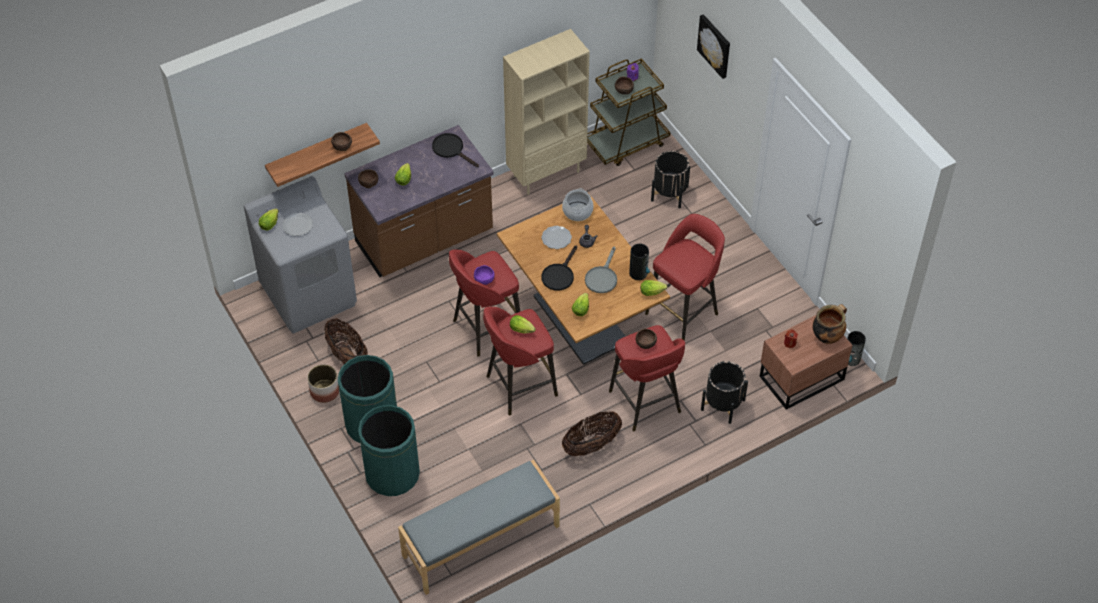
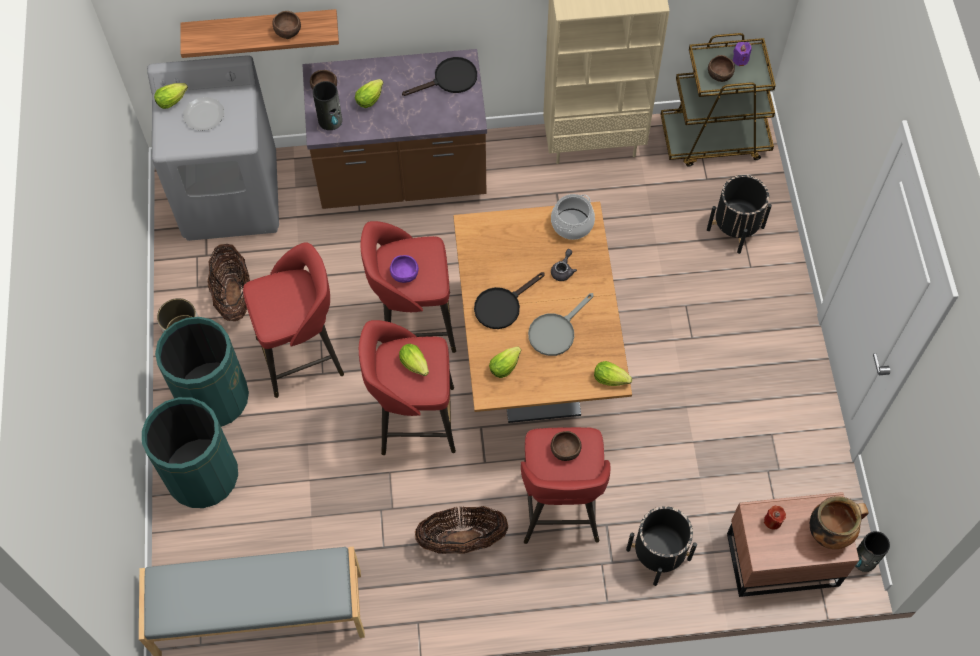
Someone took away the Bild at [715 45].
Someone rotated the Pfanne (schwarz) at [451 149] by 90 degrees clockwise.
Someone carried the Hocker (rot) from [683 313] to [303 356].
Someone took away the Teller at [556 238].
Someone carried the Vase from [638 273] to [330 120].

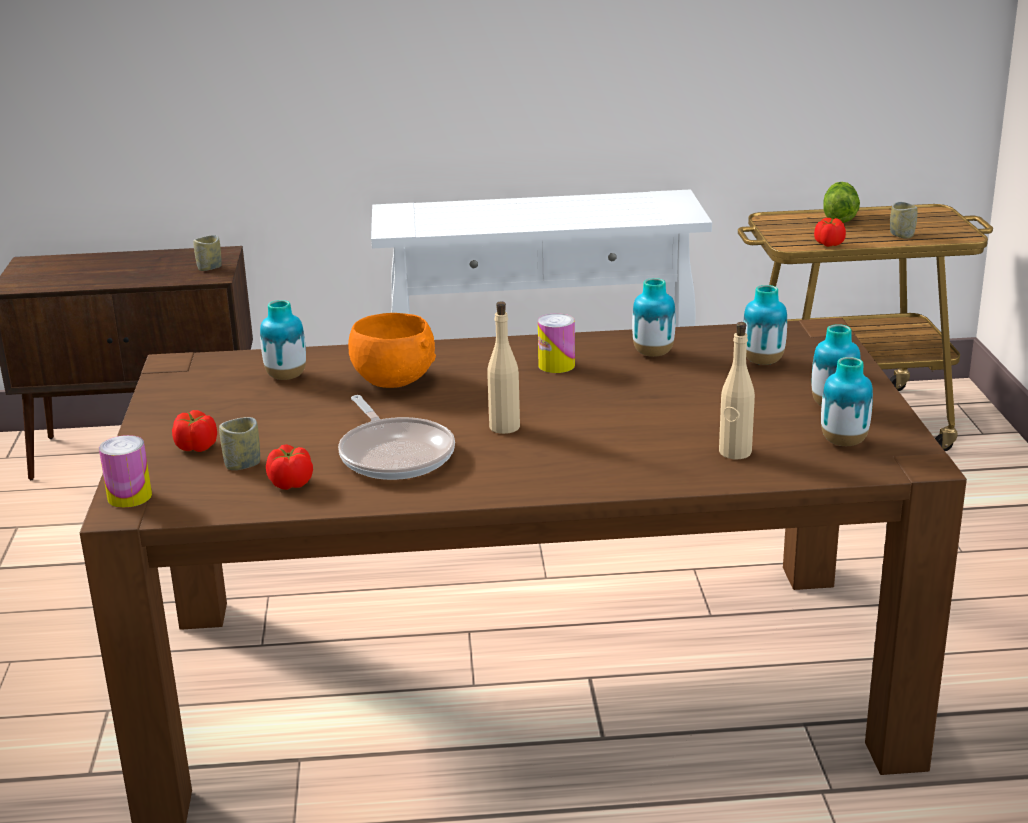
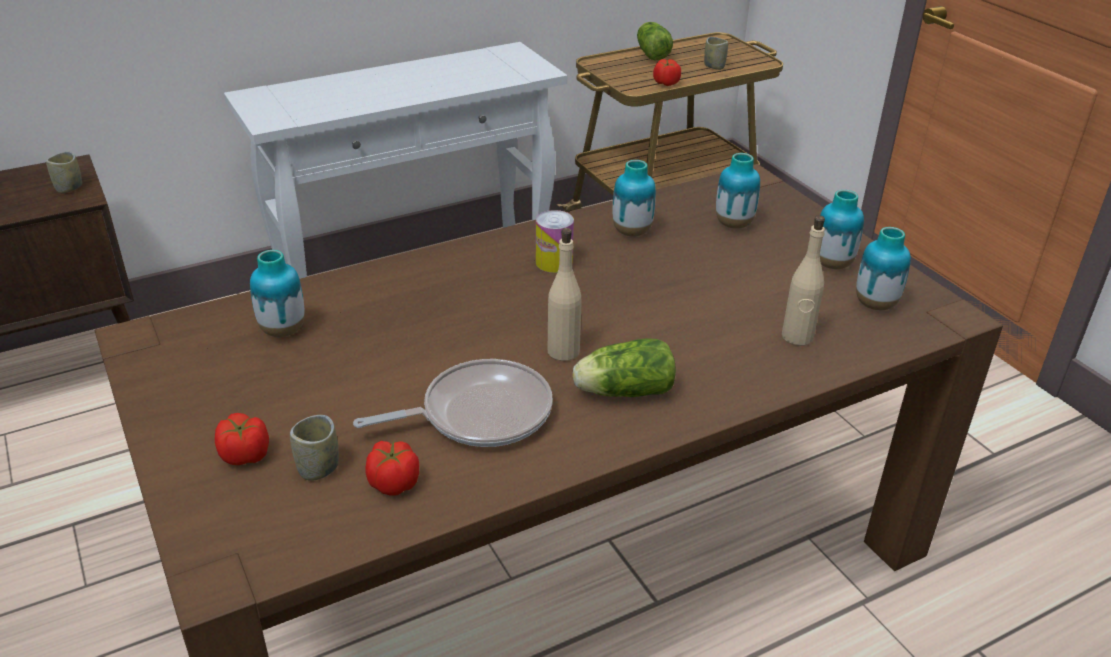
Someone took away the Schüssel (orange) at [392 381].
Someone rotated the Pfanne at [395 454] by 60 degrees counterclockwise.
Someone took away the Dose at [129 497].
Someone put down the Salatkopf at [621 391].

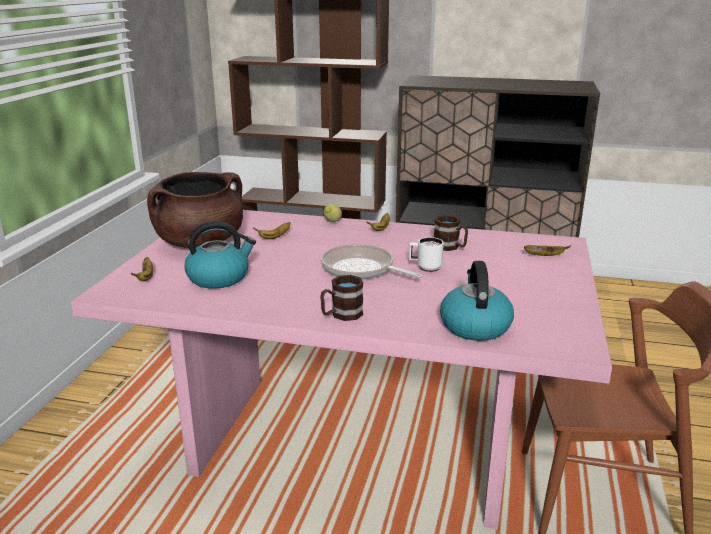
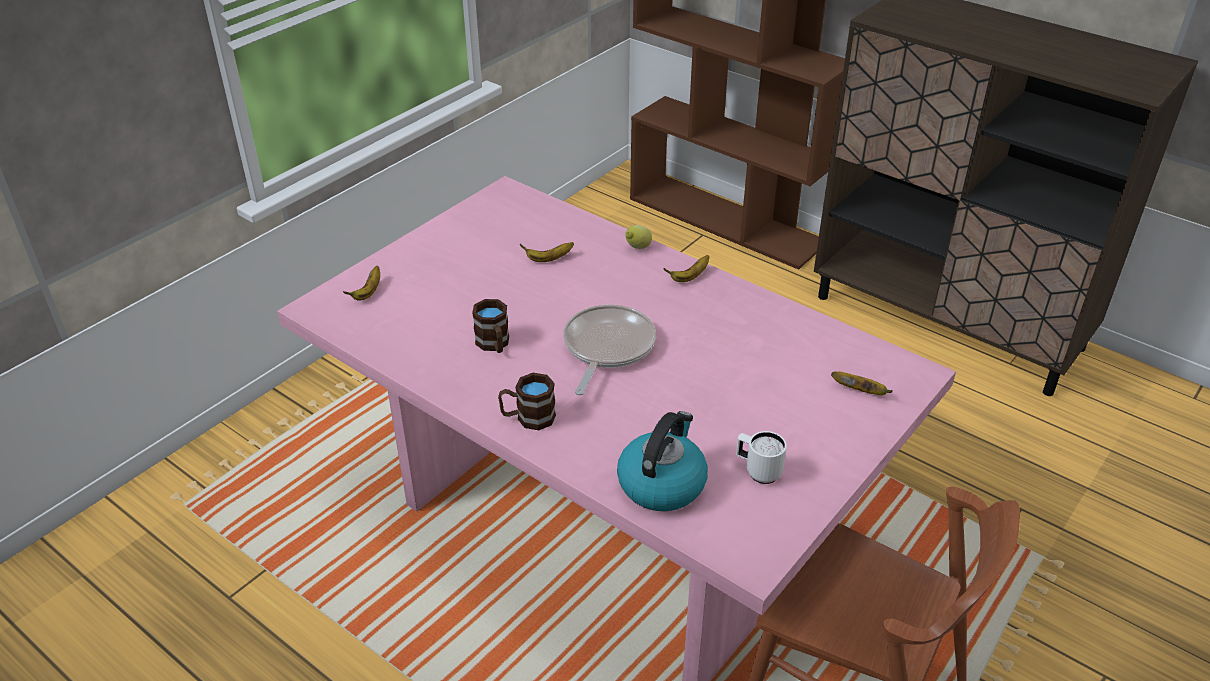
Someone took away the Kochtopf (braun) at [200 242].
Someone carried the Henkelbecher (braun) from [450 247] to [494 345].
Someone took away the Wasserkessel at [219 277].
Someone carried the Henkelbecher (weiß) from [425 268] to [758 471].
Someone rotated the Pfanne at [361 269] by 45 degrees clockwise.

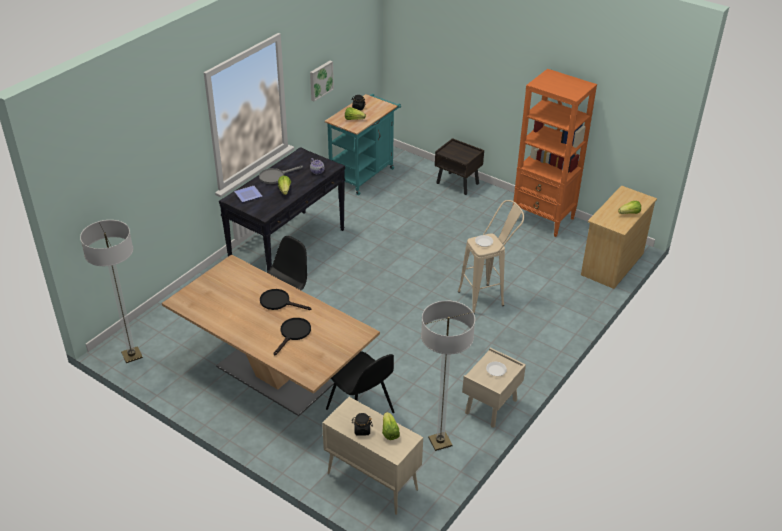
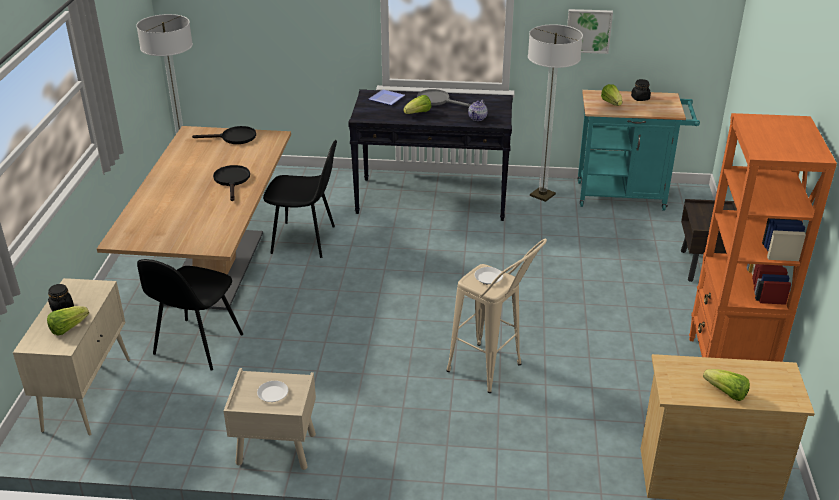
Someone carried the Stehlampe from [440 442] to [542 195].
Someone carried the Pfanne (schwarz) from [293 334] to [233 138].

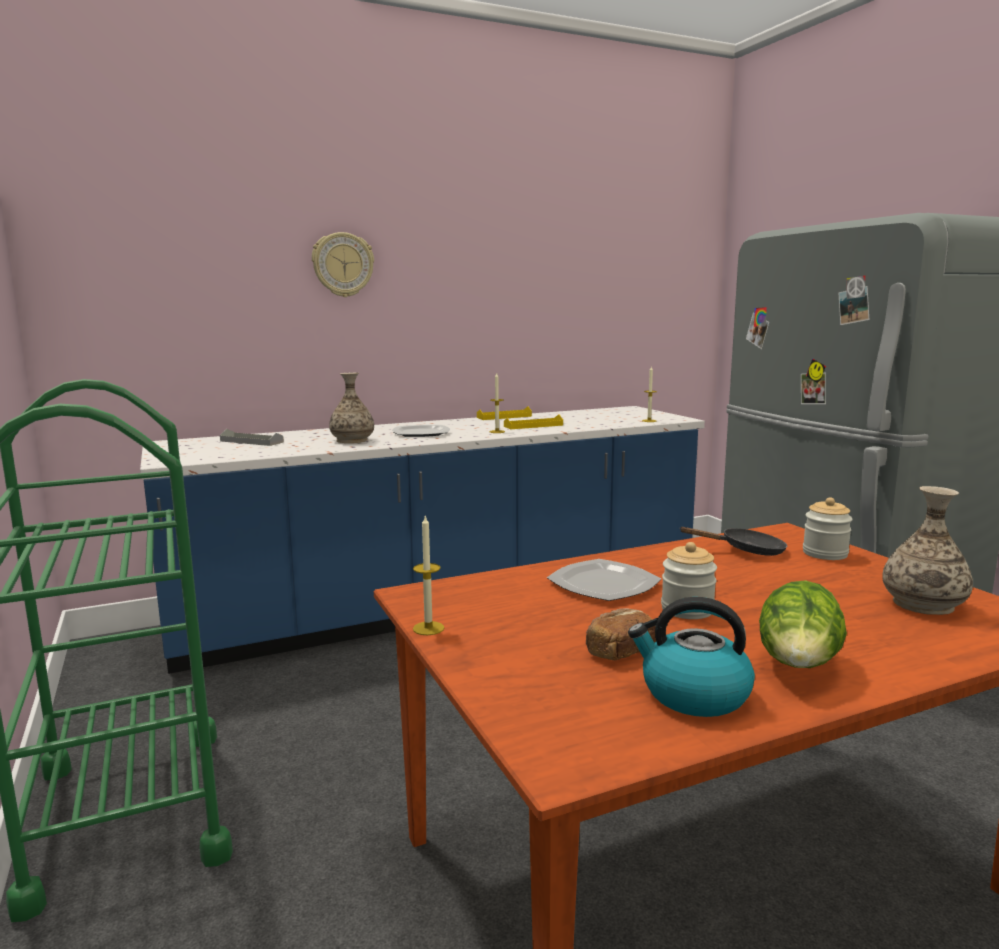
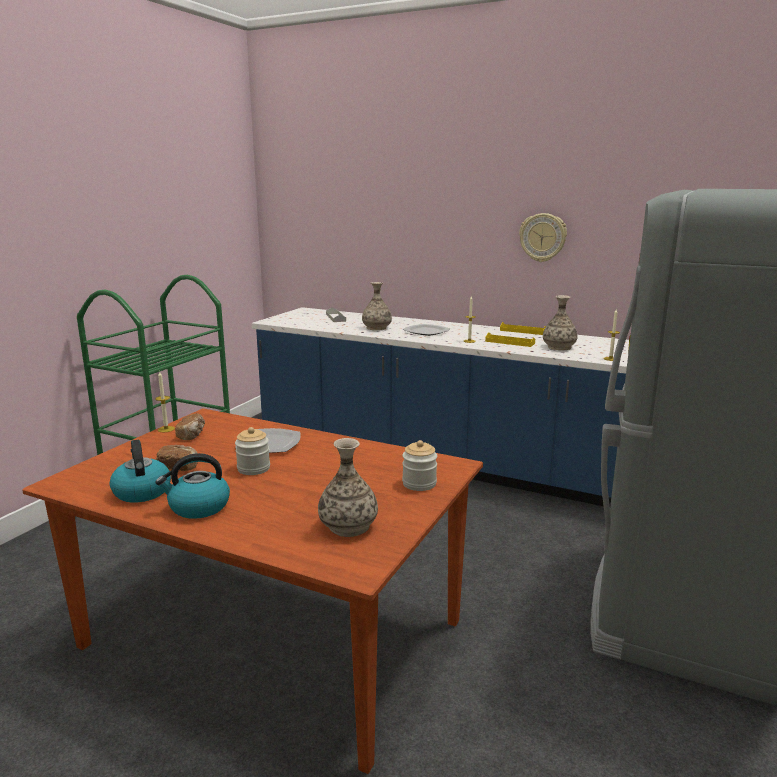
Someone carried the Wanduhr from [343 265] to [542 237].
Someone took away the Pfanne (schwarz) at [746 550].
Someone swapped the Salatkopf at [798 667] for the Wasserkessel at [198 507].
Someone put down the Vase at [559 347].
Someone put down the Brot at [192 435].

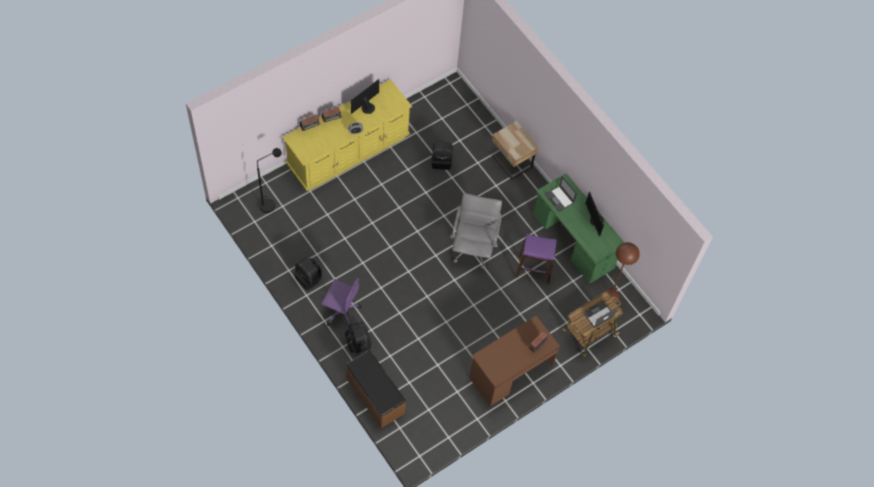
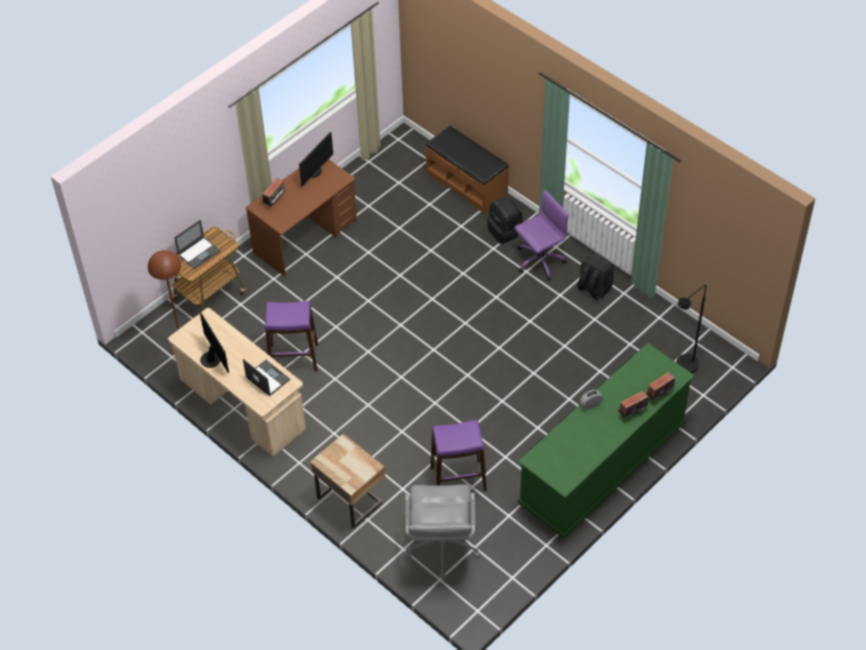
Someone repainted the Kommode (gelb) at [348 151], which became the Kommode (grün) at [602 464].
Someone carried the Monitor from [367 107] to [314 172].
Someone swapped the Rucksack (schwarz) at [441 161] for the Hocker (lila) at [458 479].
Someone repainted the Schreibtisch (grün) at [573 241], which became the Schreibtisch (beige) at [242 405].
Someone carried the Bürostuhl (grau) from [473 247] to [441 547].
Someone rotated the Bürostuhl (lila) at [340 310] by 135 degrees clockwise.

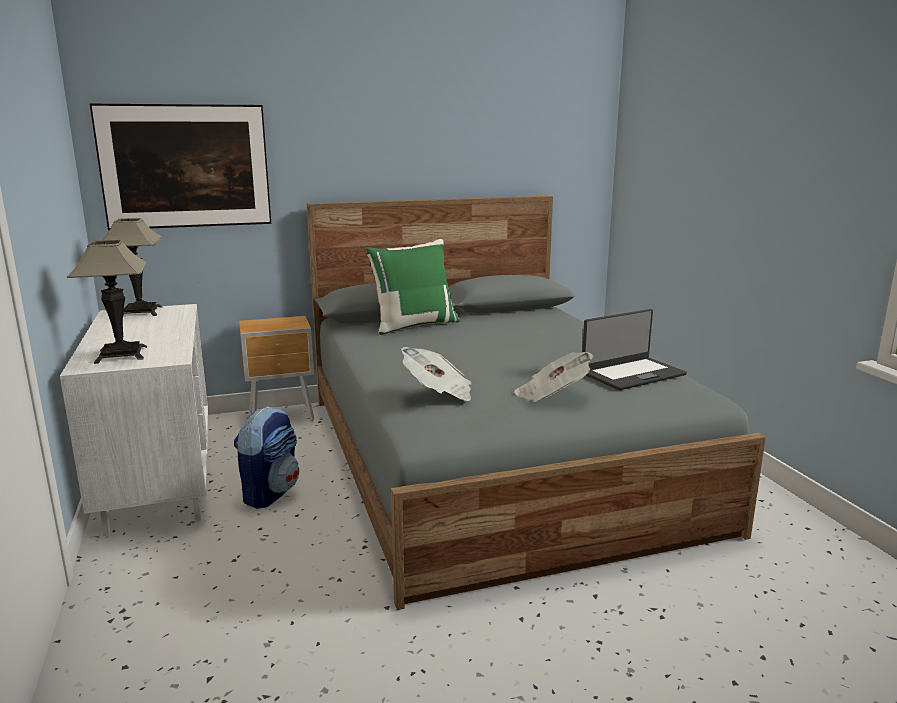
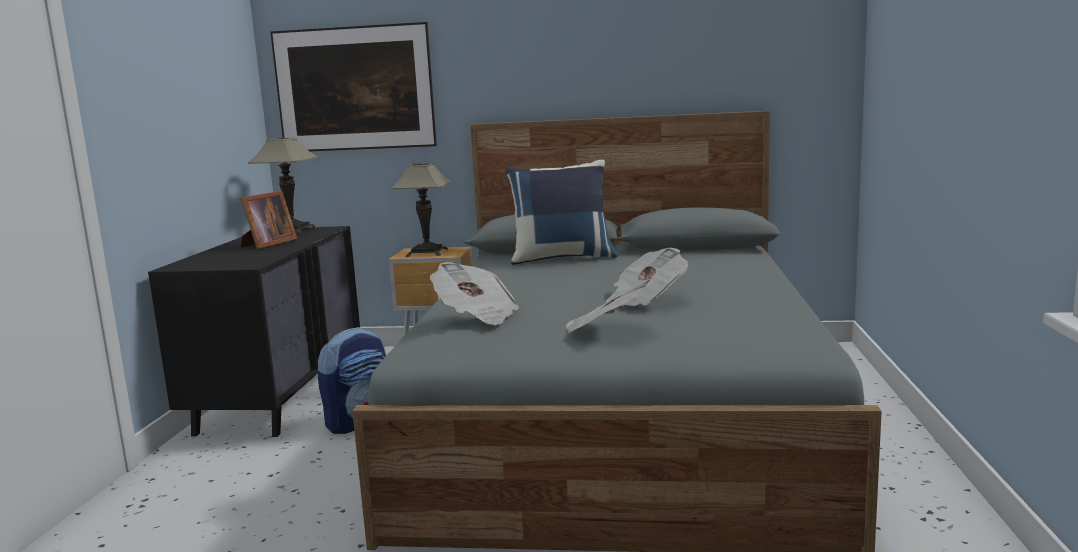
Someone repainted the Kissen (grün) at [414 325], which became the Kissen (blau) at [562 258].
Someone carried the Tischlampe from [121 354] to [427 252].
Someone repainted the Kommode (weiß) at [159 478], which became the Kommode (schwarz) at [281 395].
Someone took away the Laptop at [632 374].
Someone put down the Bilderrahmen at [267 244].
Someone put down the Zeitung at [645 299].

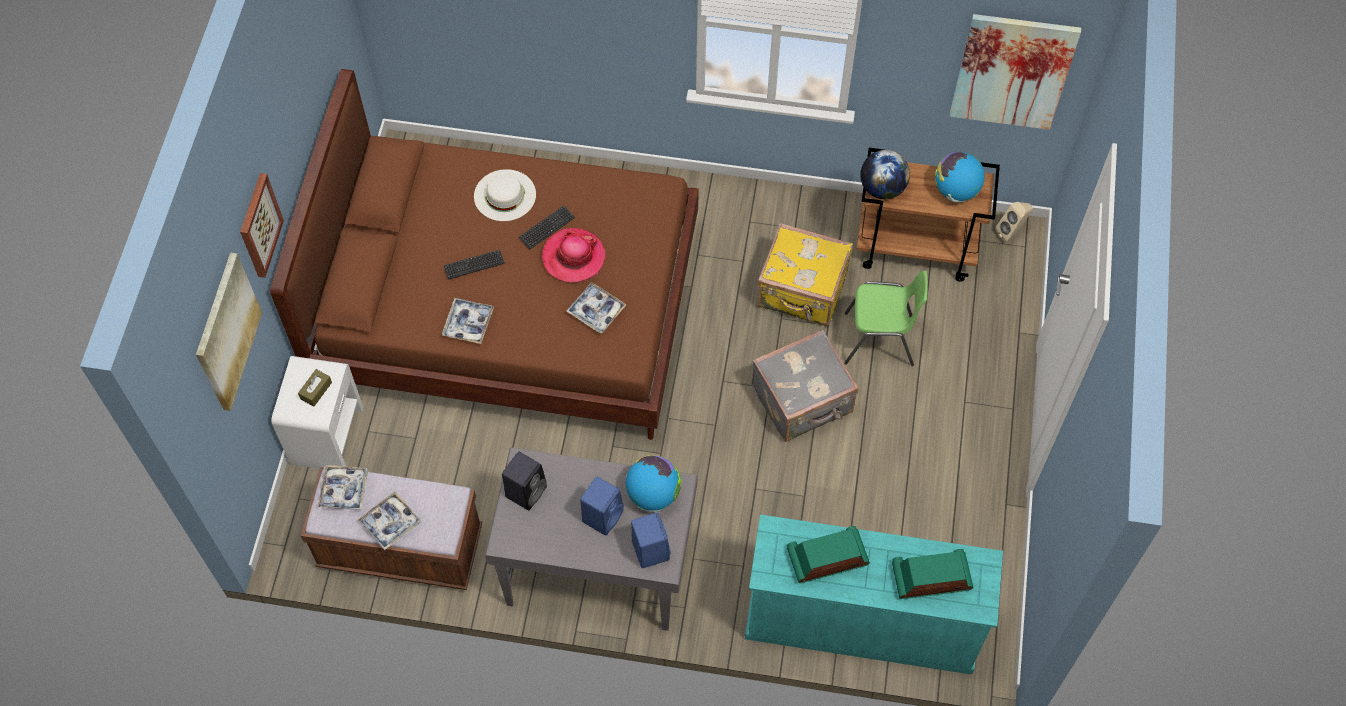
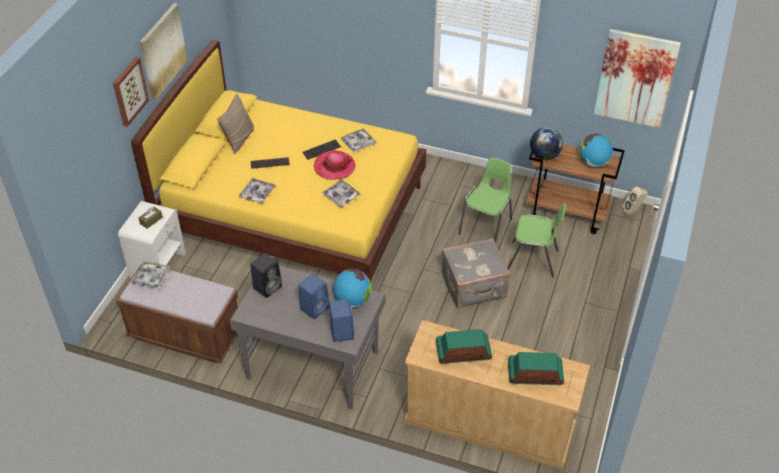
Someone repainted the Bett (braun) at [509 309], which became the Bett (gelb) at [293 212].
Someone took away the Hut (weiß) at [504 195].
Someone swapped the Koffer (gelb) at [802 292] for the Stuhl (grün) at [486 226].
Someone carried the Bild from [226 332] to [162 51].
Someone carried the Tablett from [390 523] to [358 143].
Someone repainted the Kommode (türkis) at [860 621], which became the Kommode (beige) at [488 424].
Someone put down the Kissen (beige) at [239 139].

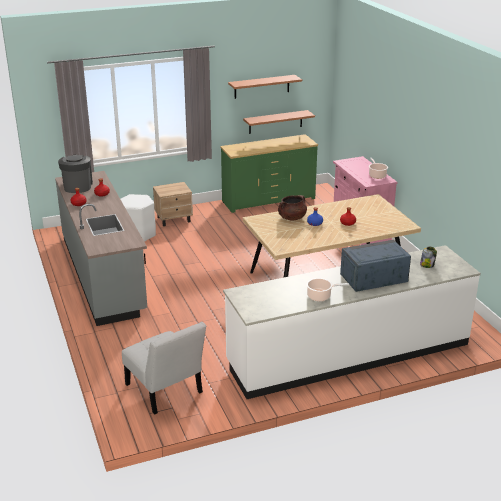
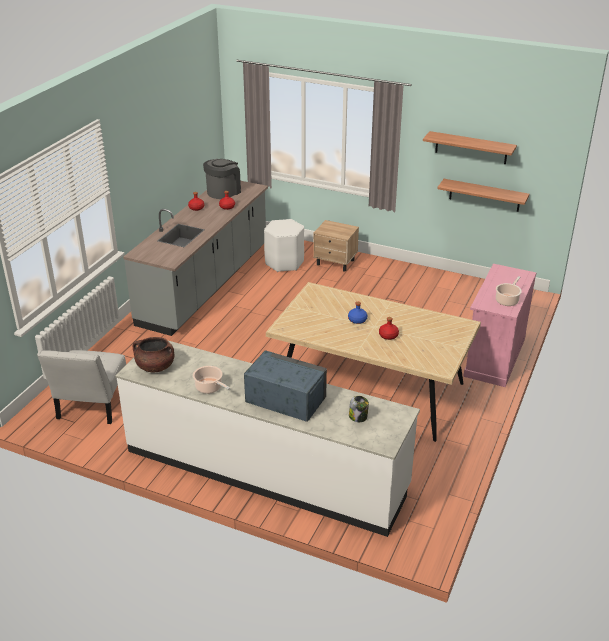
Someone took away the Kommode (grün) at [268 200].
Someone carried the Kochtopf (braun) from [292 218] to [155 367].

